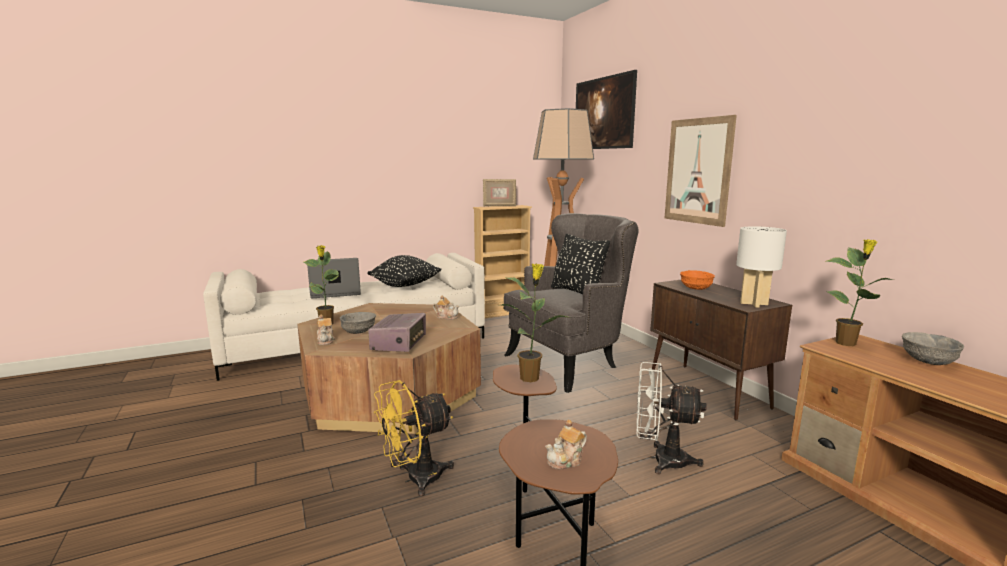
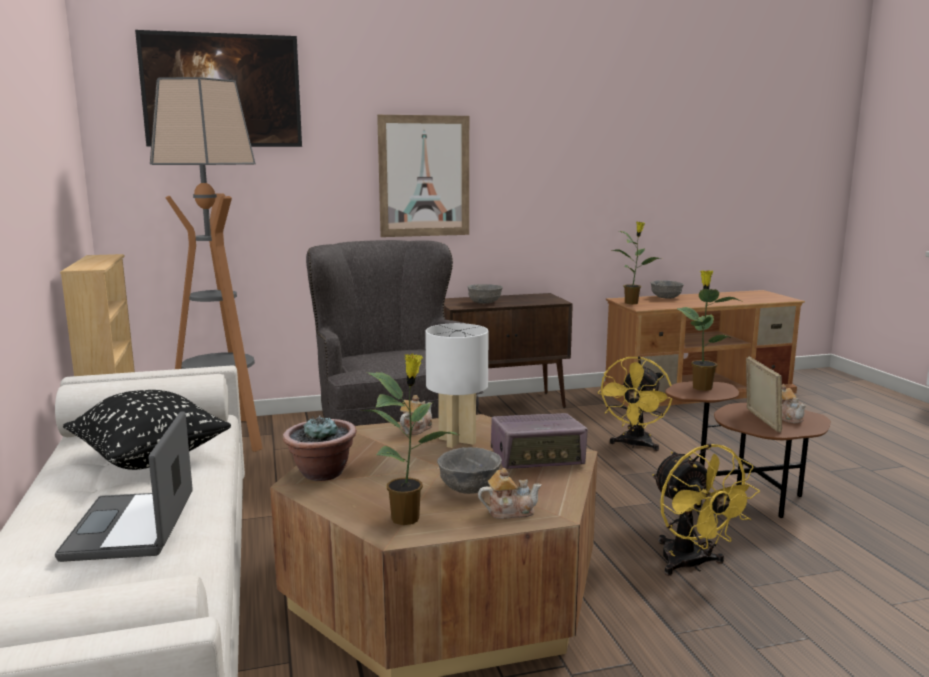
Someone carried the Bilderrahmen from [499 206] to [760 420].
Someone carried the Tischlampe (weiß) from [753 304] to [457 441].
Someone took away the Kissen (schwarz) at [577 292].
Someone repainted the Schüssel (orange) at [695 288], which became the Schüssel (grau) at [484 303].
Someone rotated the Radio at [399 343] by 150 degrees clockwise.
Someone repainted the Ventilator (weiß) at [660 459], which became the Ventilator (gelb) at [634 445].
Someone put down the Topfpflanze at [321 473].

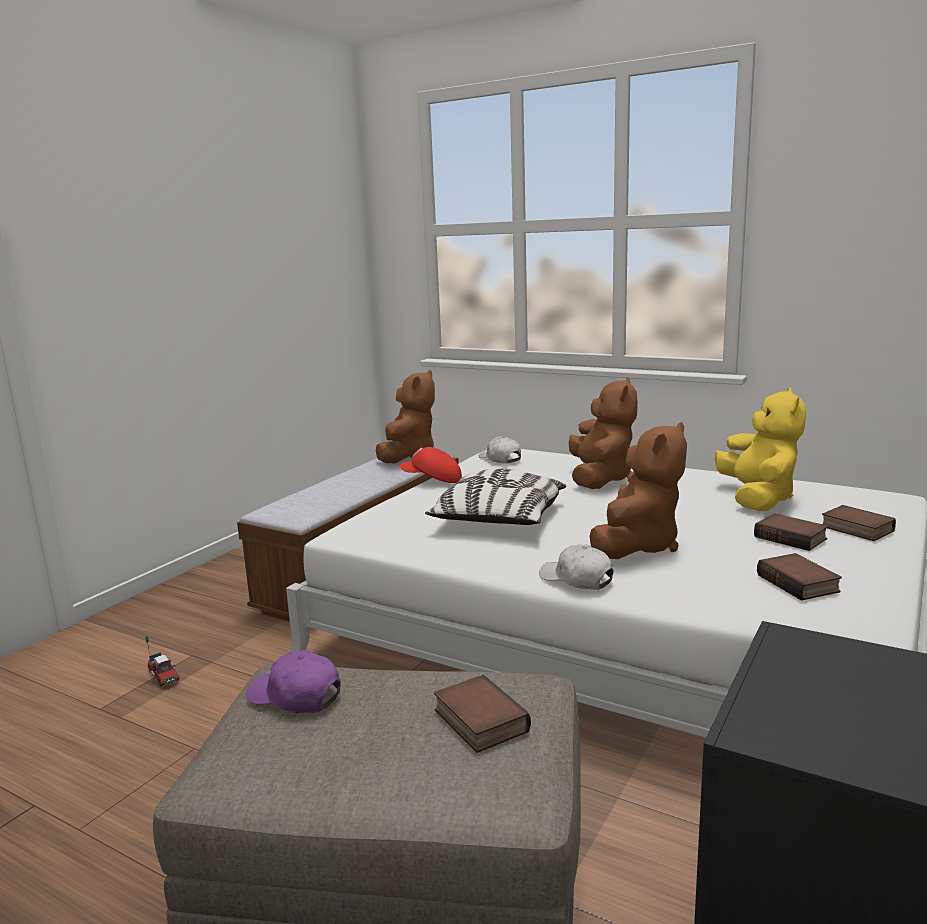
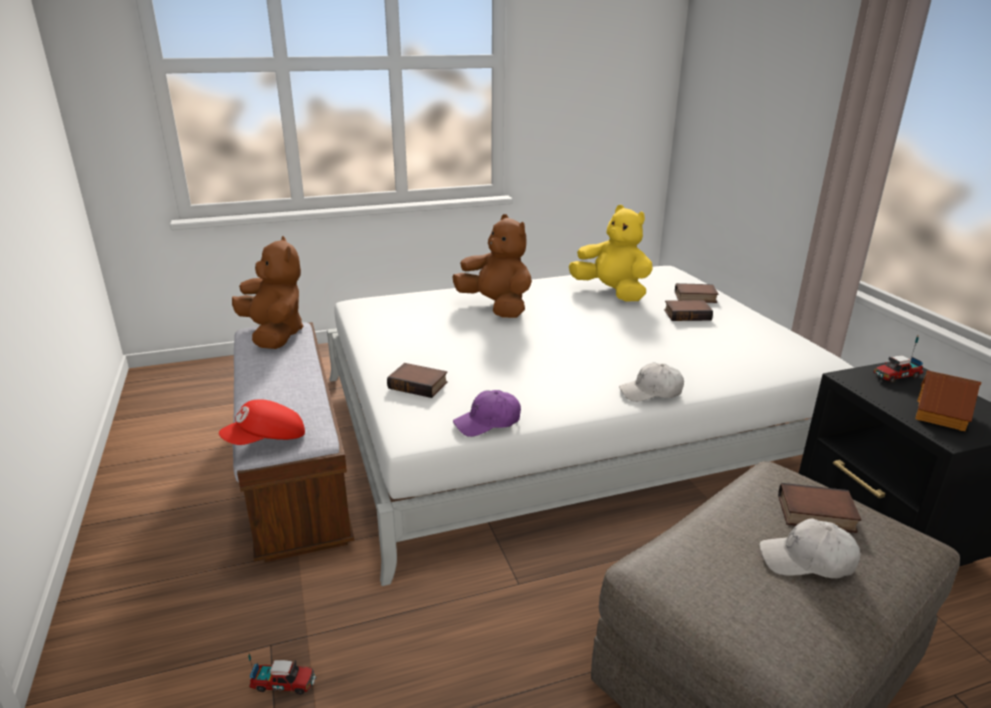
Someone took away the Plüschtier (braun) at [637 546].
Someone carried the Kappe (weiß) from [500 459] to [807 561].
Someone carried the Kappe (rot) from [432 480] to [266 441].
Someone took away the Kissen at [498 520].
Someone carried the Buch from [800 583] to [419 384].
Someone carried the Kappe (lila) from [295 696] to [488 422].
Someone put down the Spielzeuglaster at [896 376].
Someone put down the Spielzeughaus at [939 414].

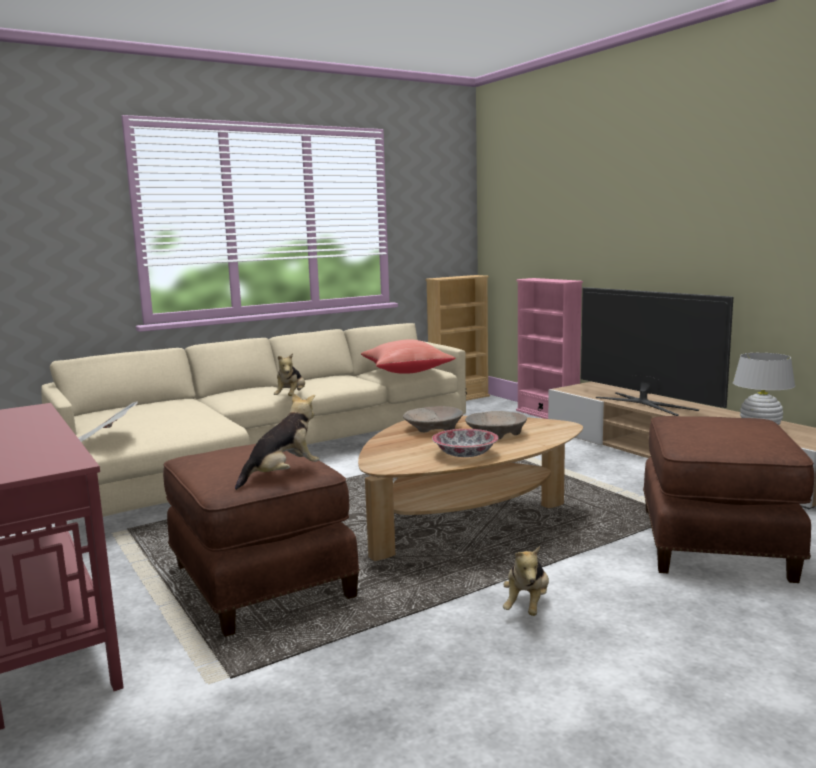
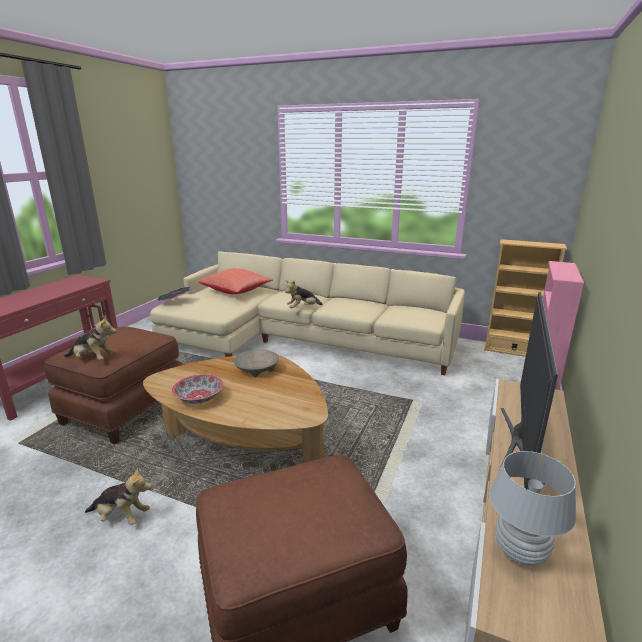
Someone carried the Kissen (rot) from [406 372] to [237 291].
Someone took away the Schüssel (beige) at [495 433].
Someone rotated the Plüschtier at [527 606] by 150 degrees counterclockwise.

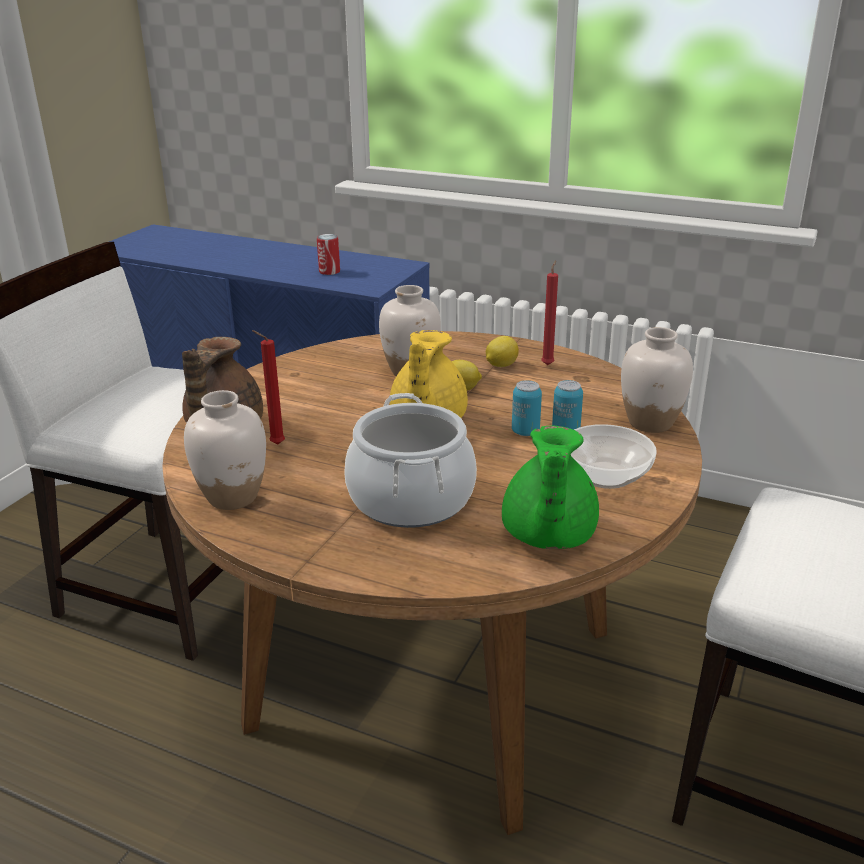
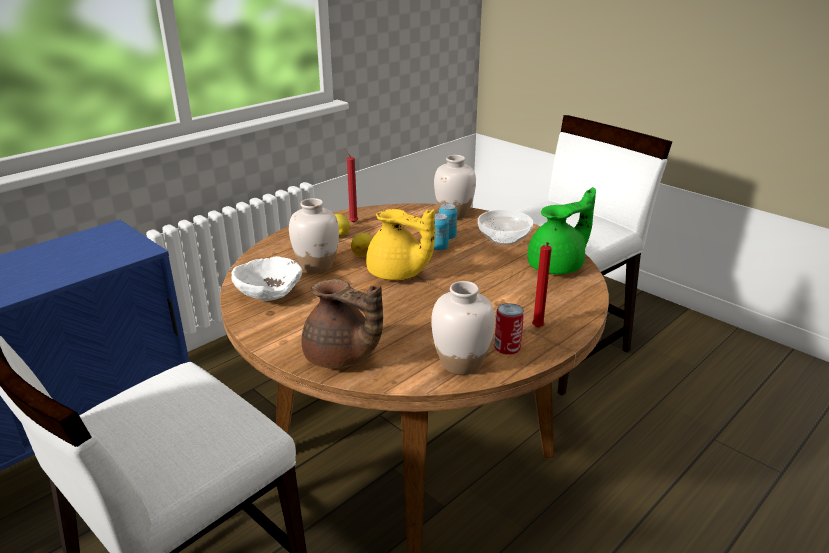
Someone carried the Dose from [329 271] to [507 347].
Someone carried the Kerze (rot) from [275 444] to [537 328].
Someone took away the Kochtopf at [411 499].
Someone rotated the Teekanne (grün) at [547 535] by 60 degrees counterclockwise.
Someone put down the Schüssel (weiß) at [269 296].

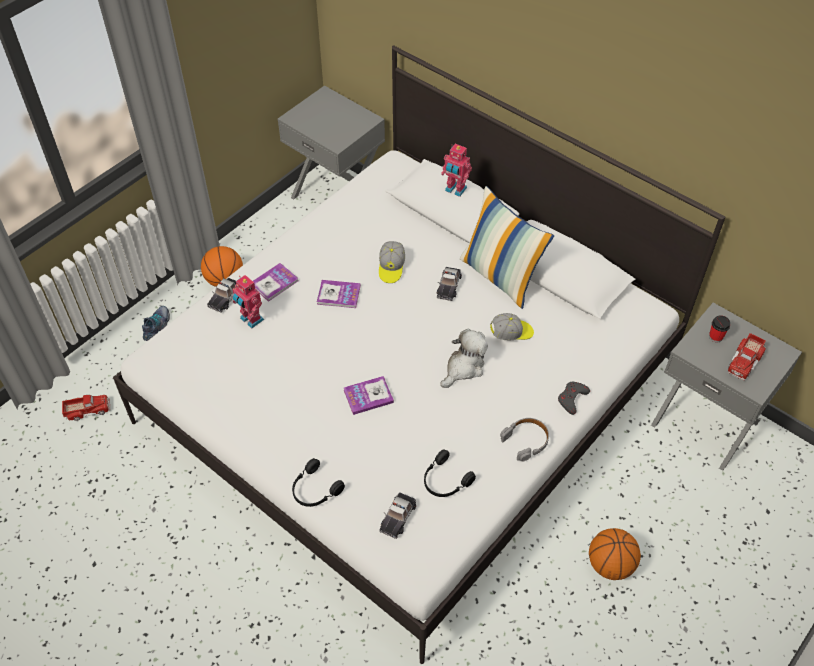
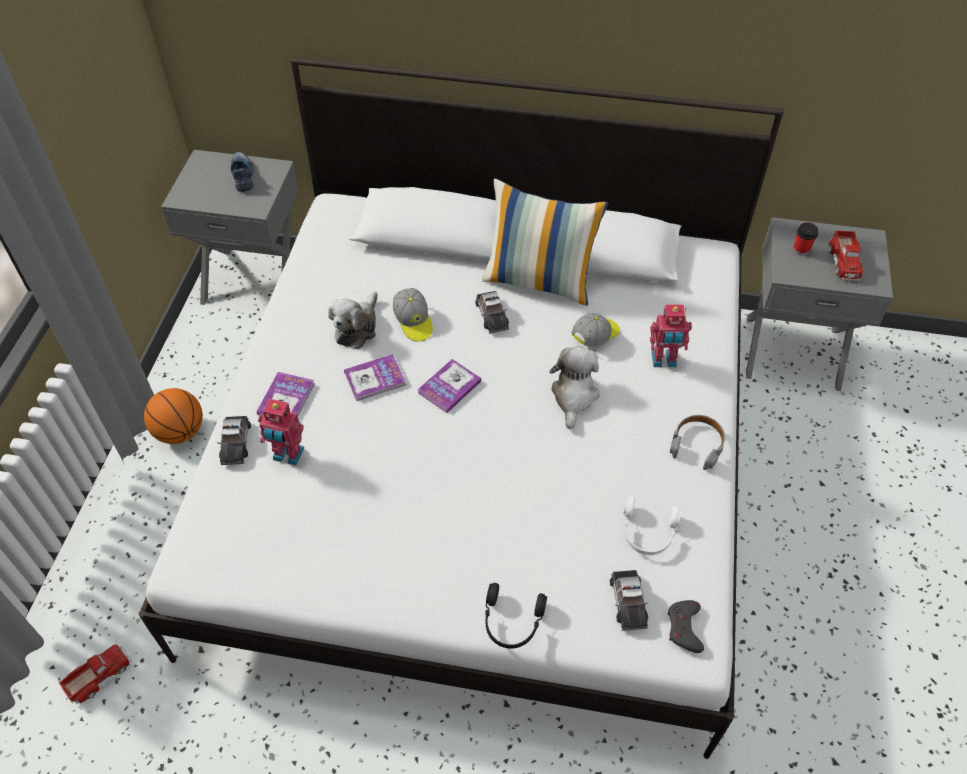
Someone carried the Spielzeugroboter from [455 190] to [664 360].
Someone carried the Schuh from [157 326] to [243 175].
Someone carried the Buch from [368 396] to [449 387].
Someone carried the Gamepad (grau) from [572 399] to [684 628].
Someone repainted the Kopfhörer (schwarz) at [445 481], which became the Kopfhörer (weiß) at [647 532].
Someone took away the Basketball at [610 565].
Someone put down the Plüschtier at [357 327].

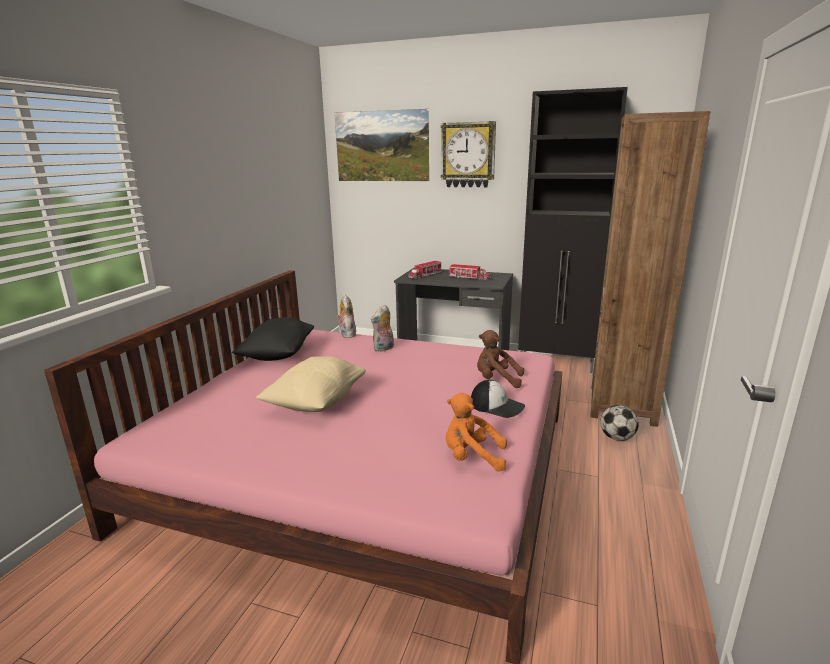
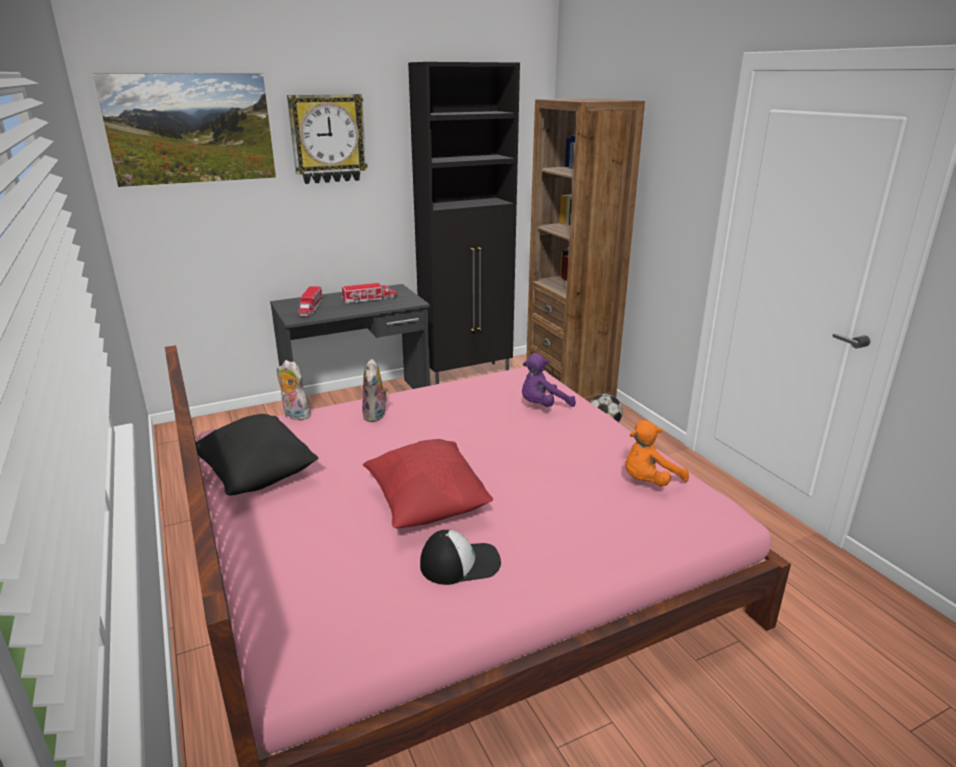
Someone repainted the Plüschtier (braun) at [496 380], which became the Plüschtier (lila) at [543 406].
Someone repainted the Kissen (beige) at [316 403], which became the Kissen (rot) at [427 505].
Someone carried the Kappe from [497 406] to [460 563].

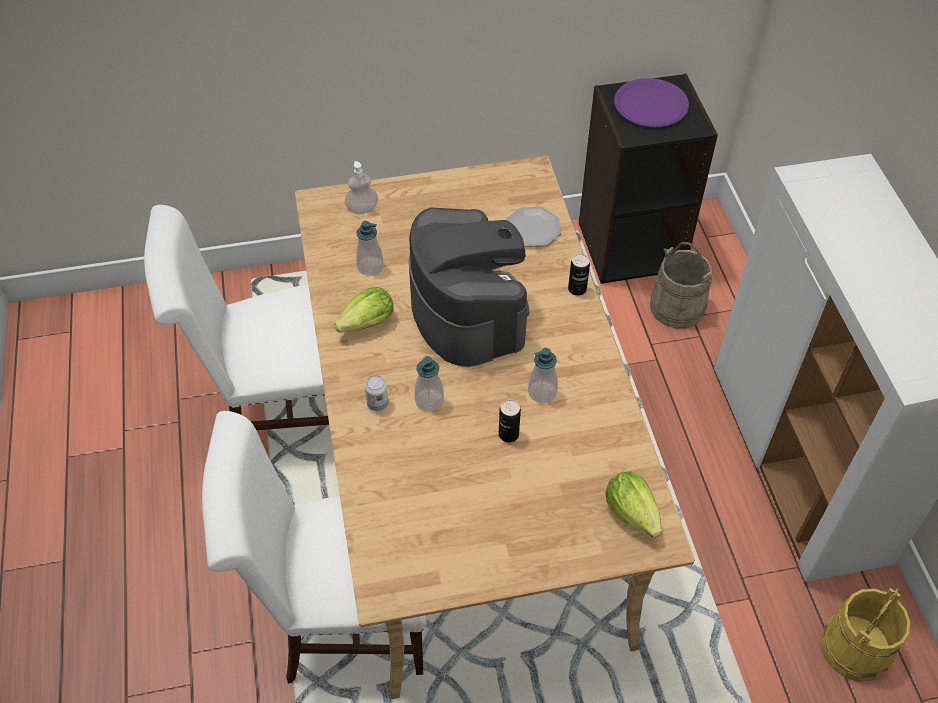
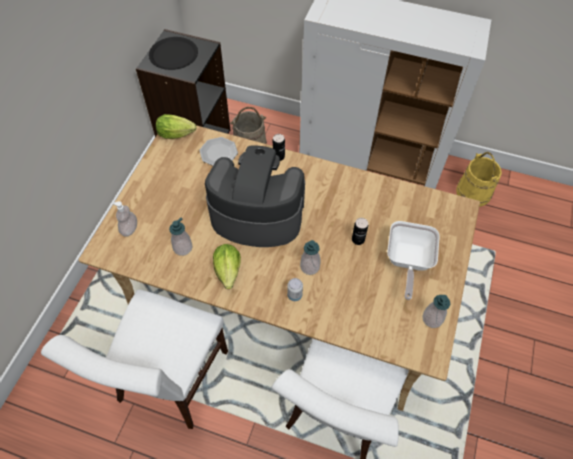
Someone repainted the Teller (lila) at [650 104], which became the Teller (schwarz) at [173 54].
Someone carried the Seifenspender from [542 392] to [432 319].
Someone carried the Salatkopf from [634 517] to [178 134].
Someone put down the Pfanne at [407 262].

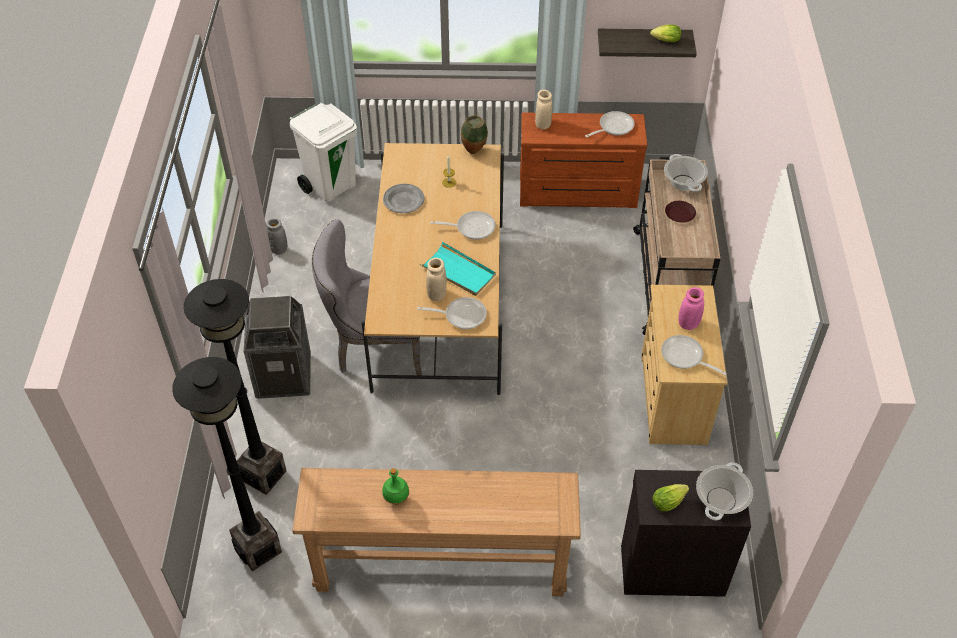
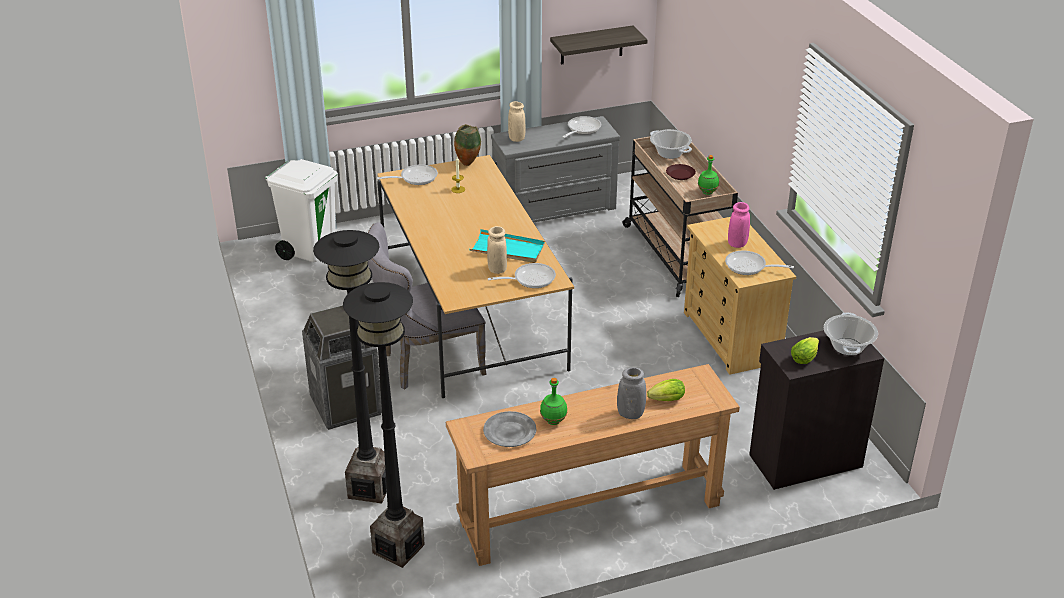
Someone carried the Salatkopf from [664 41] to [664 400].
Someone repainted the Kommode (braun) at [577 194], which became the Kommode (grau) at [555 209].
Someone carried the Teller (grau) from [403 200] to [509 432].
Someone carried the Pfanne from [471 227] to [415 178].
Someone carried the Vase (grau) from [278 249] to [630 414].
Someone put down the Flasche (grün) at [707 192].

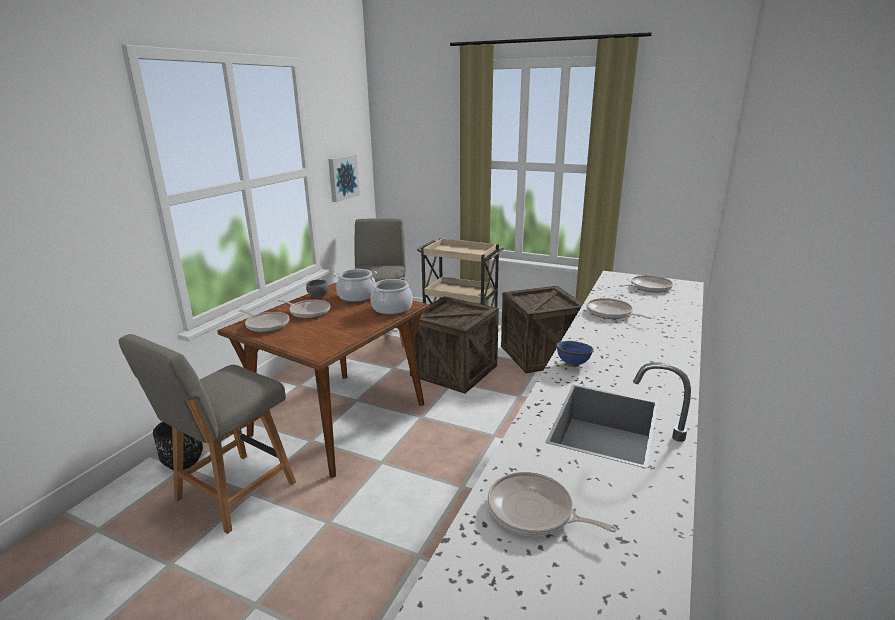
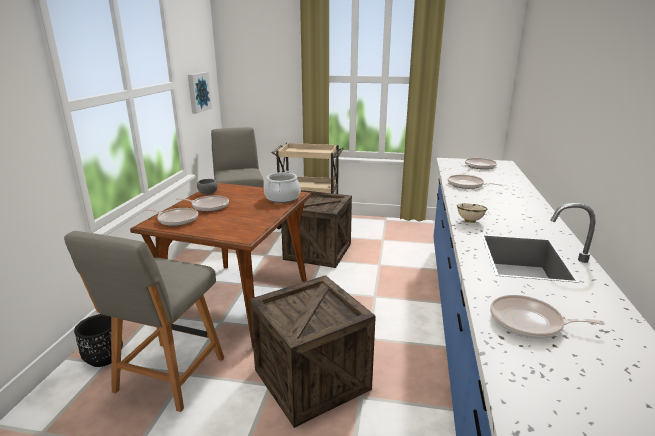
Someone took away the Kochtopf at [357 297].
Someone carried the Kiste from [540 354] to [311 379].
Someone repainted the Schüssel (blau) at [572 364], which became the Schüssel (beige) at [469 221].

